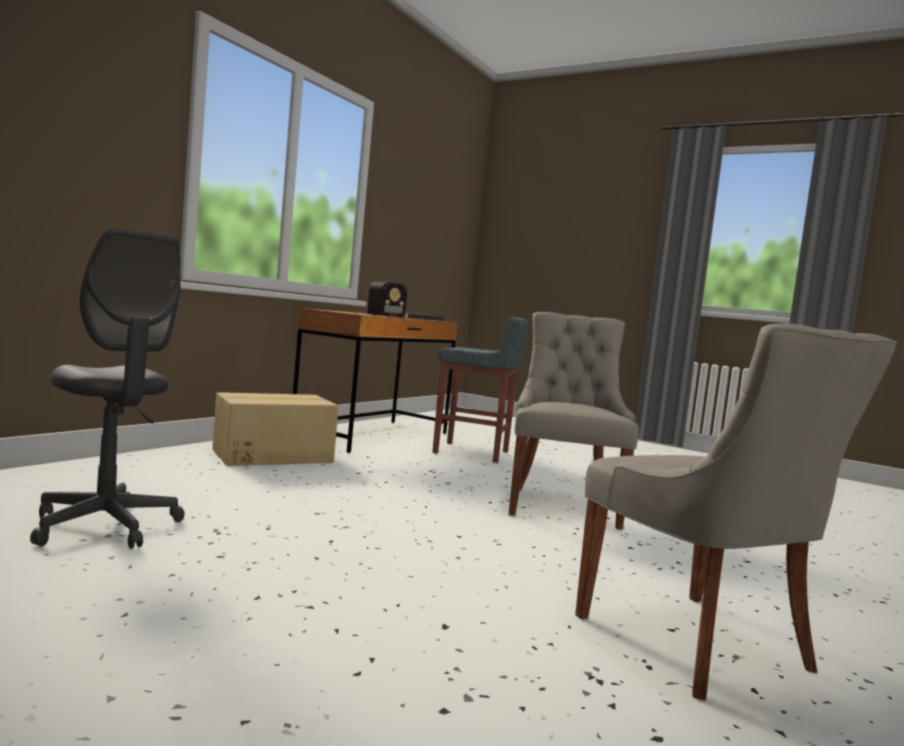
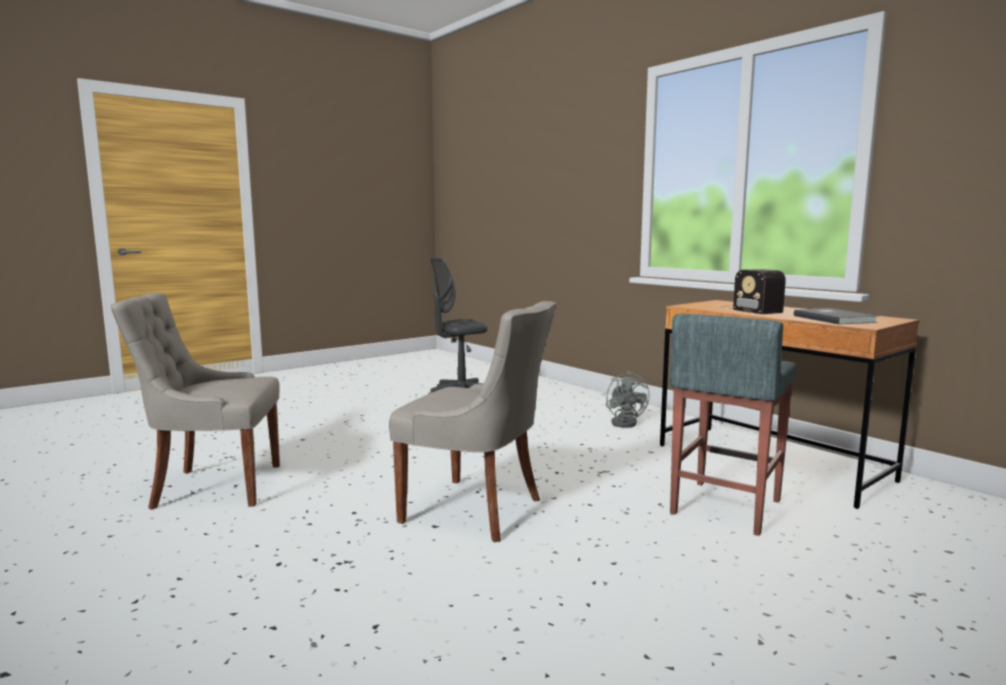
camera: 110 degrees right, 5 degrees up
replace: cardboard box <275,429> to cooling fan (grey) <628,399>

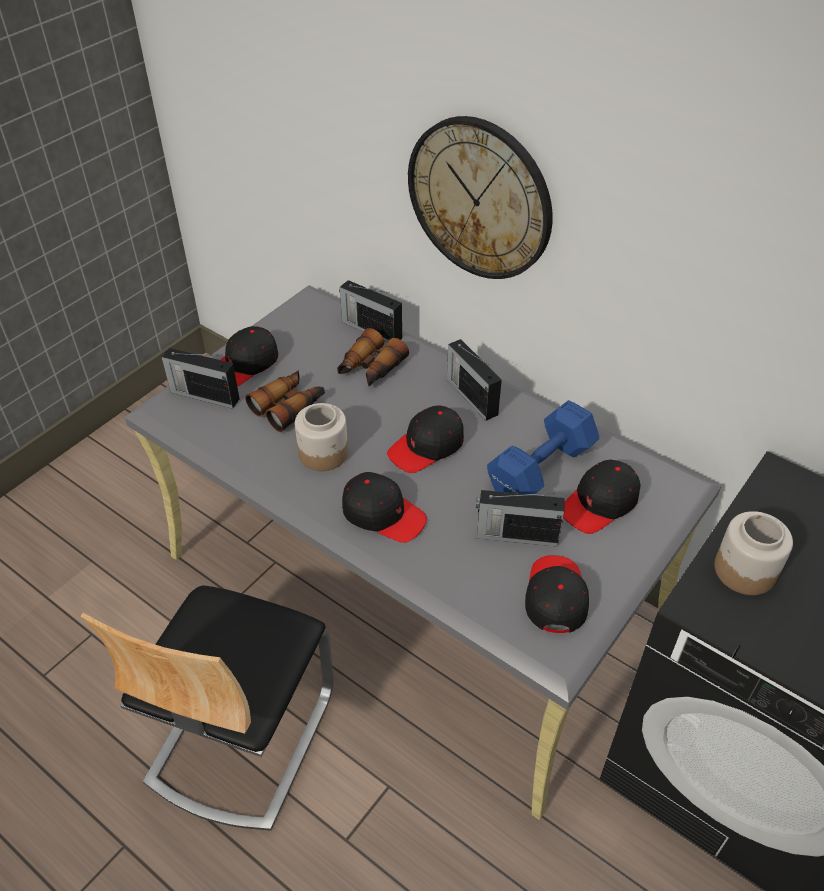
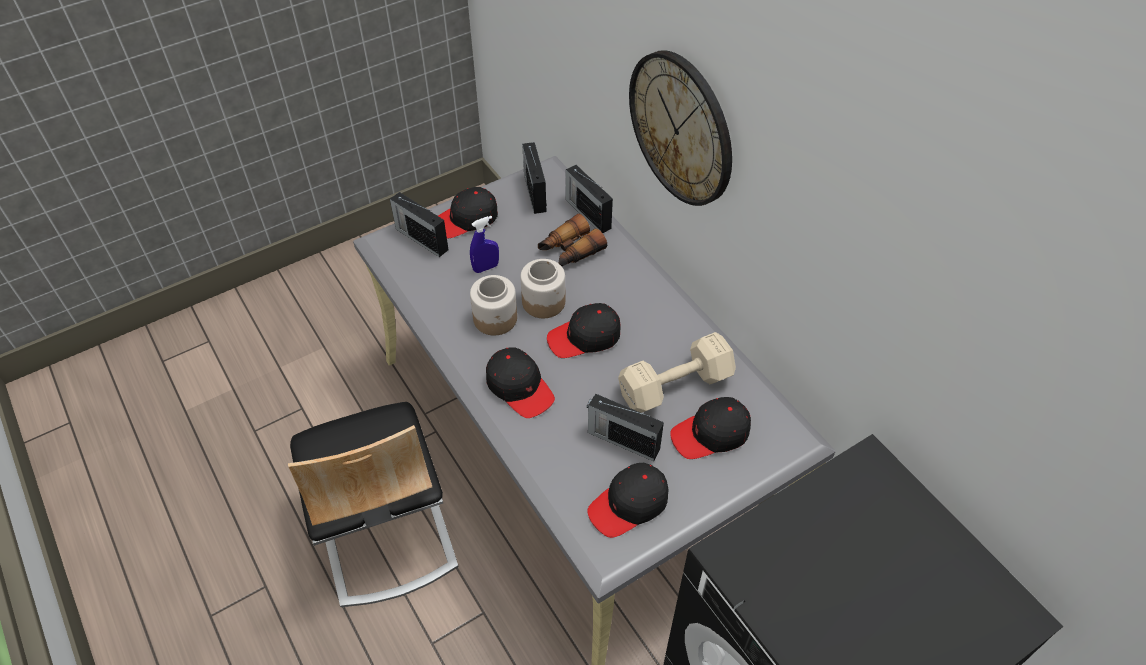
camera: 20 degrees right, 5 degrees up
move: radio receiver <474,380> to <534,178>; jar <753,553> to <542,288>
replace: binoculars <285,401> to hand sprayer (blue) <484,244>
recolor: hand weight (blue) <543,447> to hand weight (beige-coloured) <677,372>
rotate: cap (black-coloured) <557,594> = <627,500> 150 degrees counterclockwise; plain chair <207,708> = <373,504> 60 degrees counterclockwise

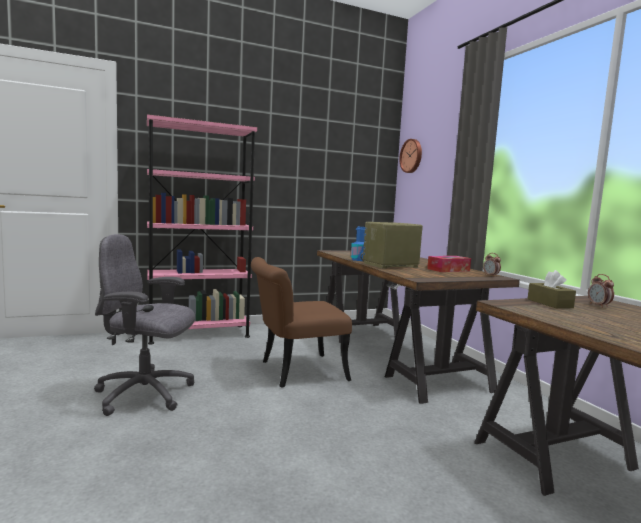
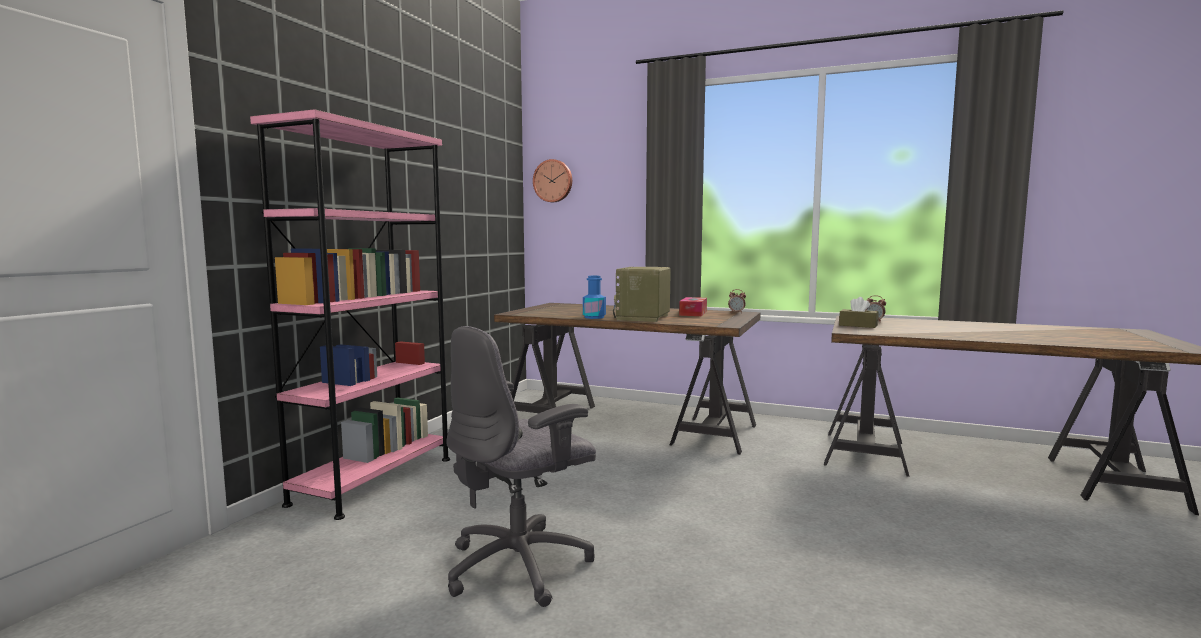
camera: 45 degrees left, 0 degrees up
delete: plain chair (brownish) <301,322>

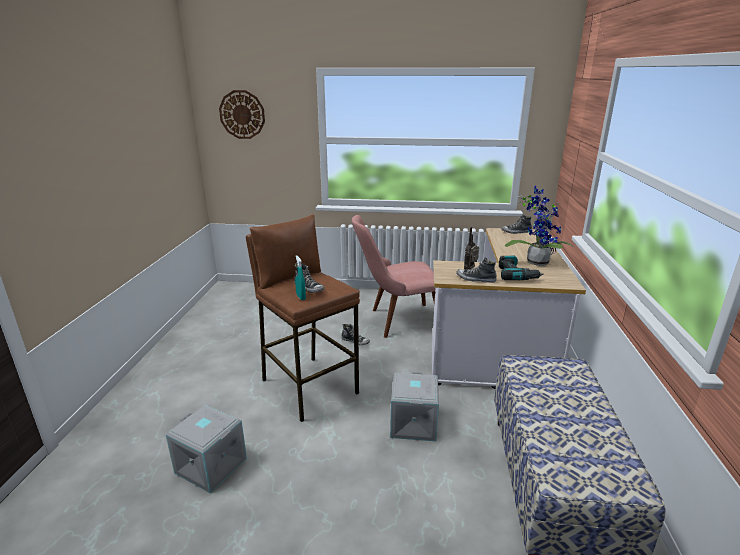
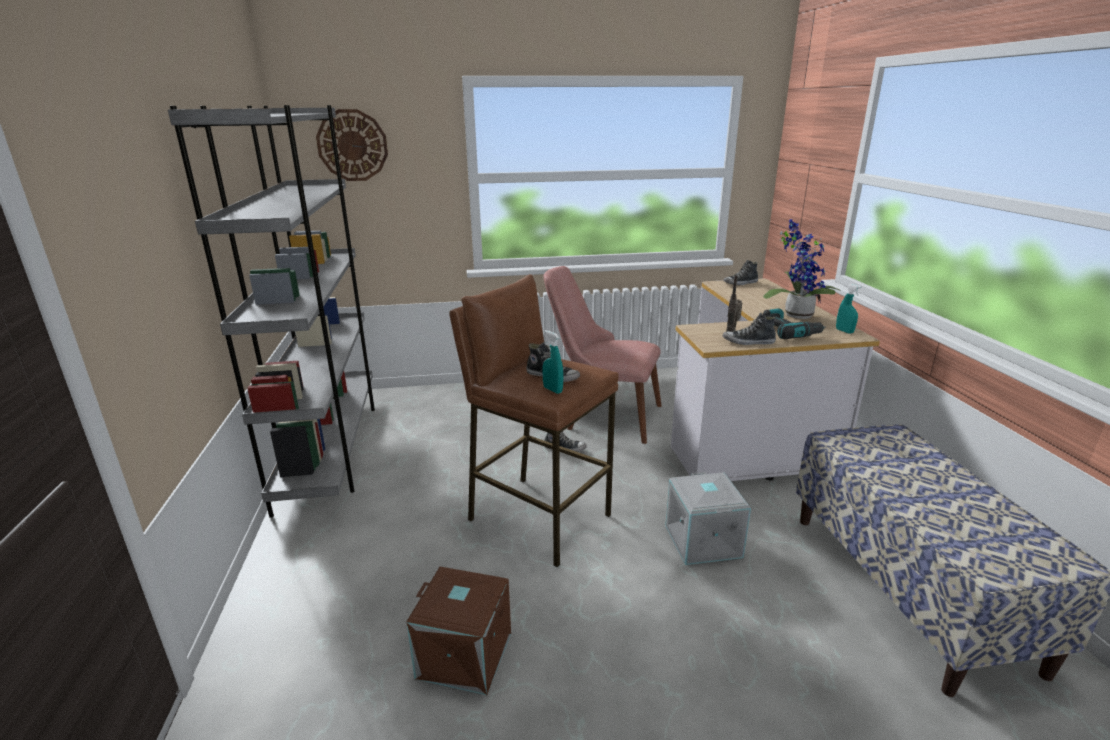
camera: 15 degrees left, 0 degrees up
insert: bookshelf (grey) <271,311>; hand sprayer (turquoise-coloured) <849,309>
recolor: storage container (grey) <206,449> to storage container (brownish) <458,631>
rotate: plain chair (pink-coloured) <393,276> = <602,355> 45 degrees clockwise

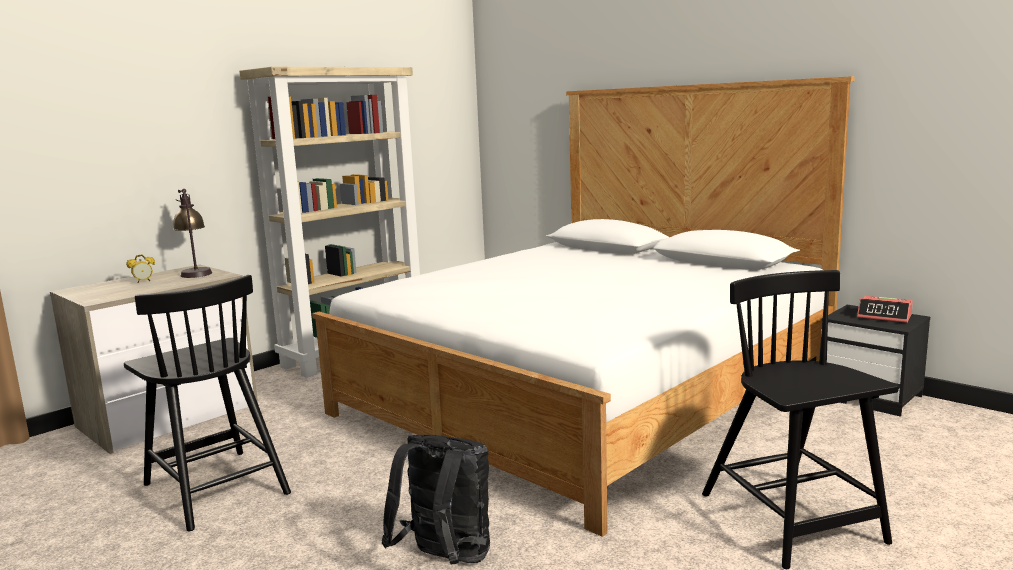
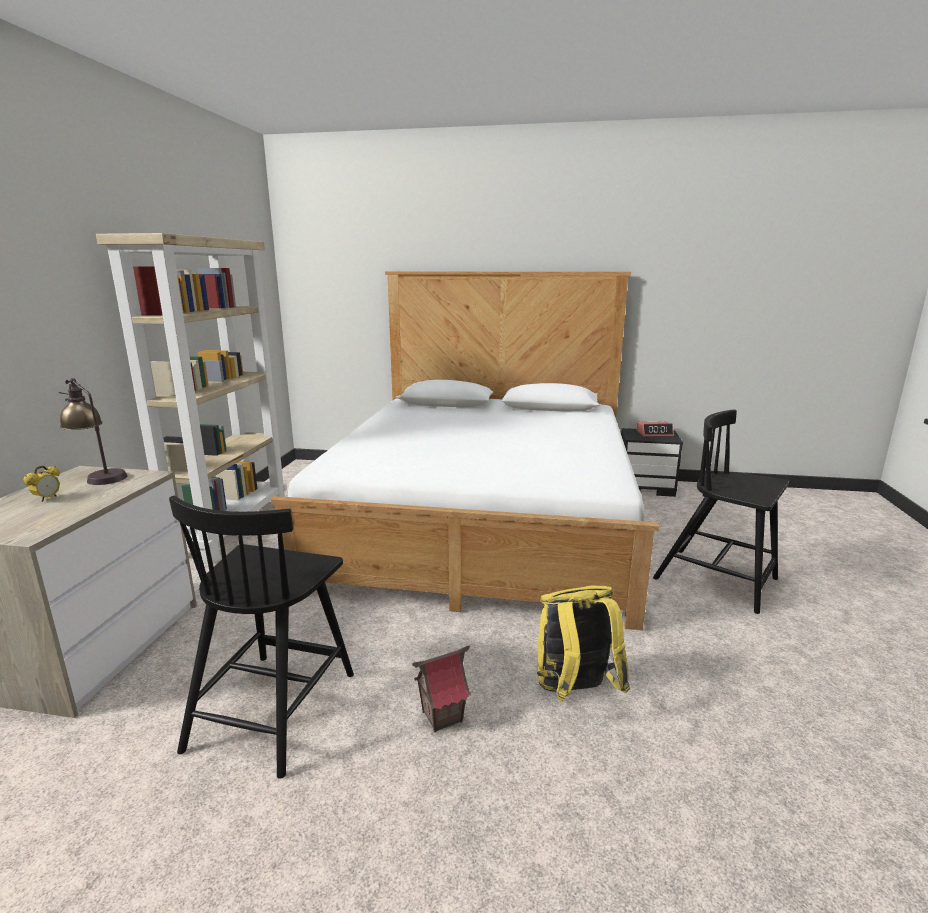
camera: 35 degrees left, 5 degrees up
insert: toy house <441,688>
recolor: rucksack (black-coloured) <435,499> to rucksack (yellow) <583,644>
rotate: plain chair (black-coloured) <207,403> = <261,637> 90 degrees clockwise

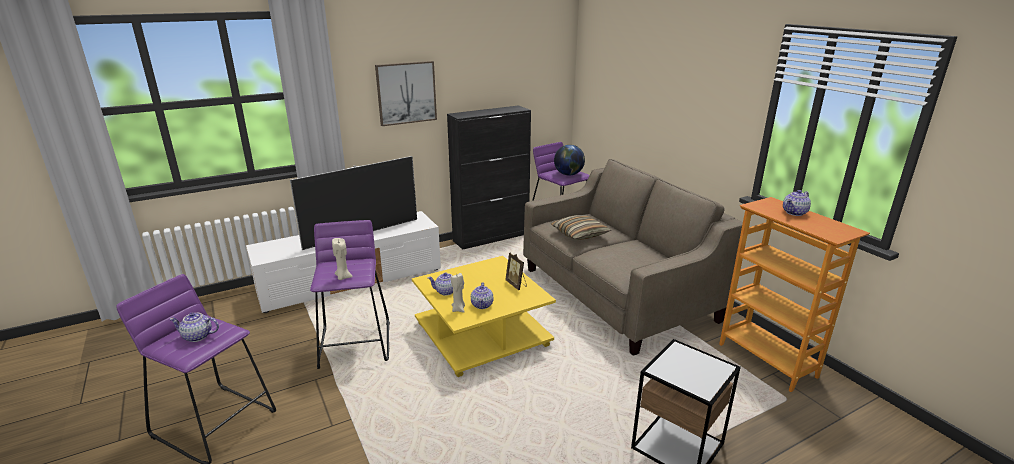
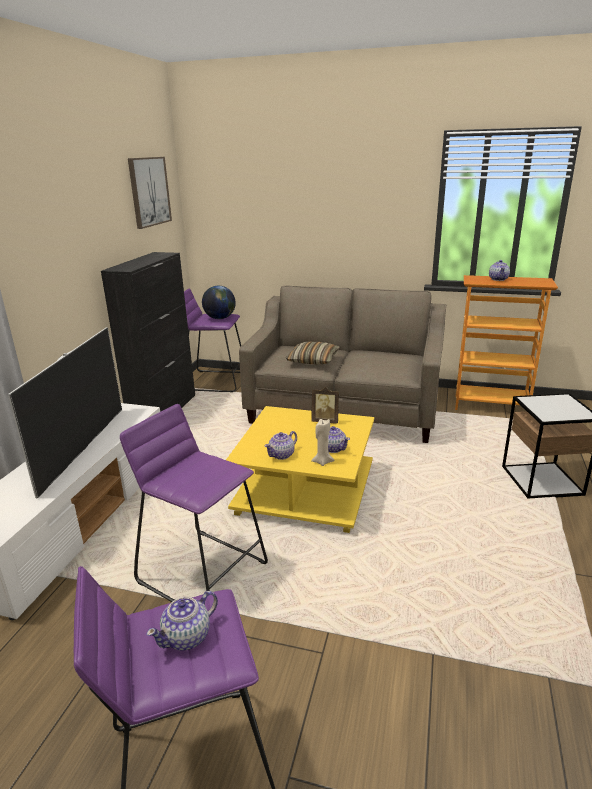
camera: 45 degrees left, 0 degrees up
delete: candle (beige-coloured) <342,259>
move: wall picture <406,93> to <150,193>

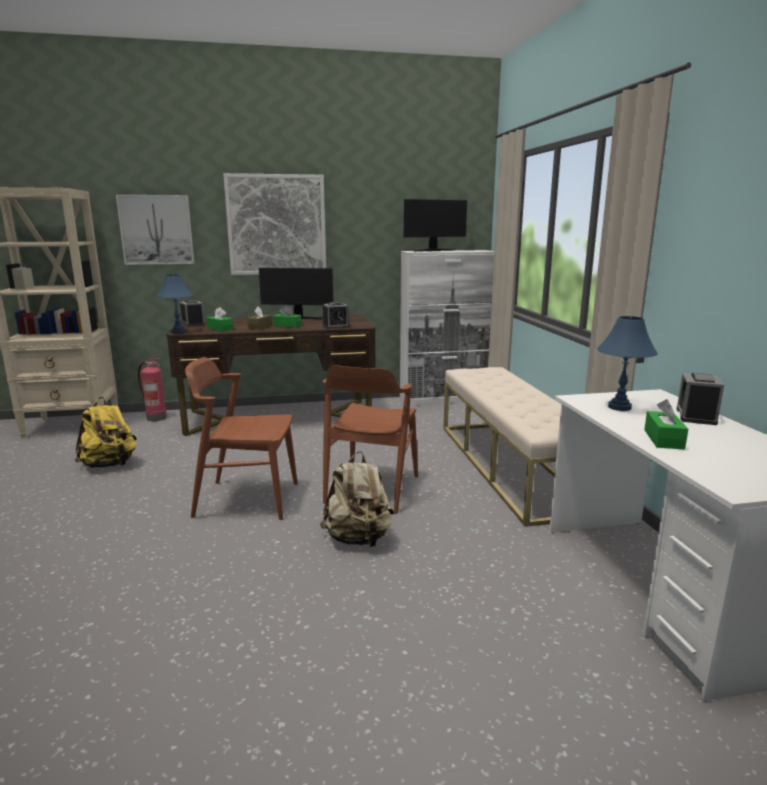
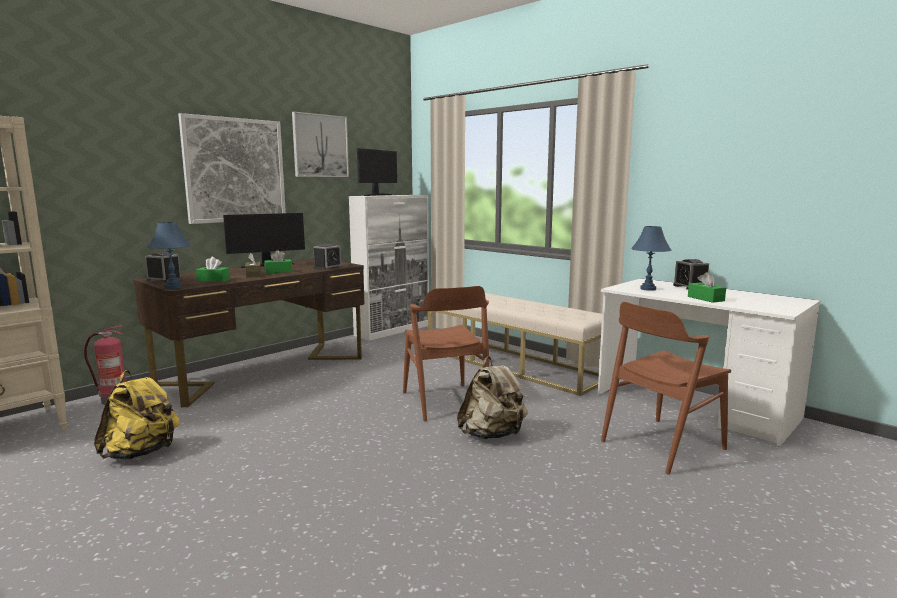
camera: 35 degrees left, 5 degrees down
move: wall picture <155,230> to <320,144>; plain chair (brownish) <241,438> to <666,388>

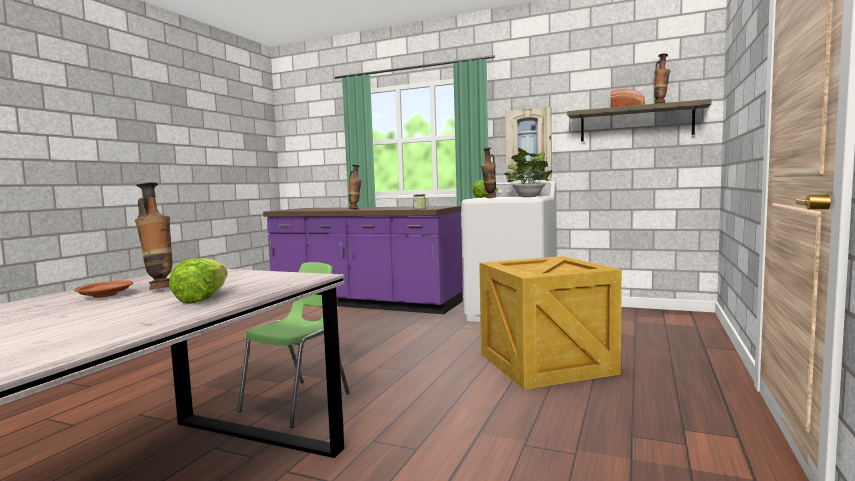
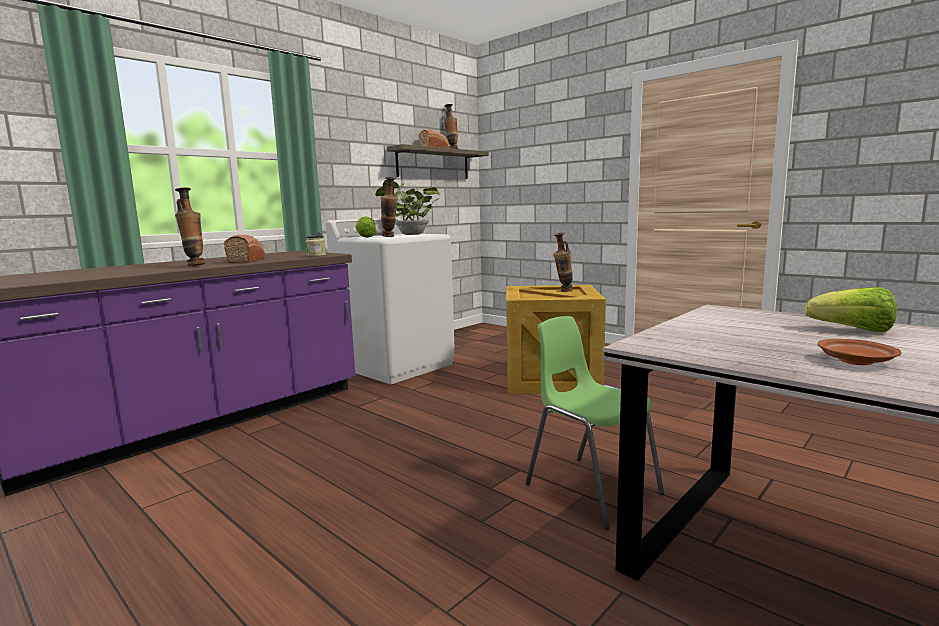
camera: 70 degrees left, 5 degrees up
delete: wall picture <528,143>
insert: baked bread <244,249>
move: vase <153,236> to <563,262>

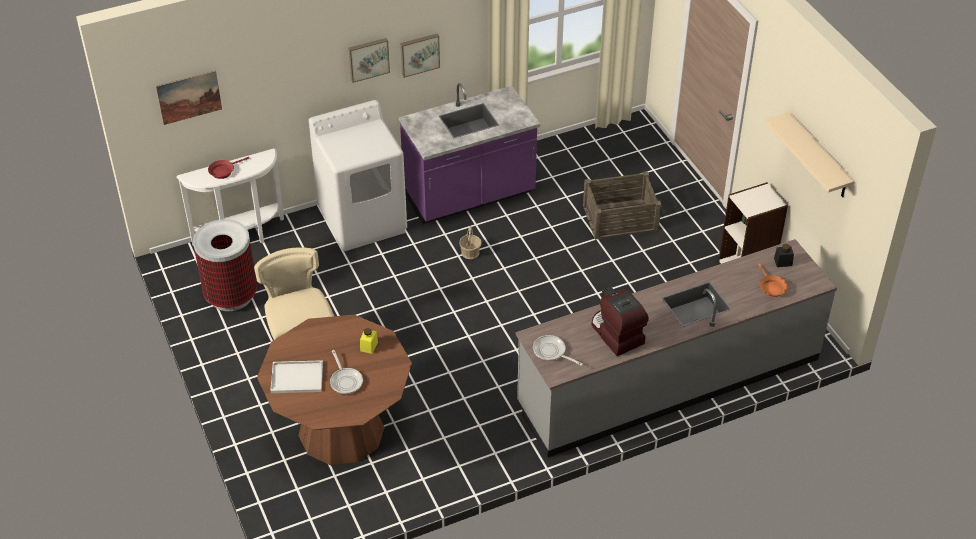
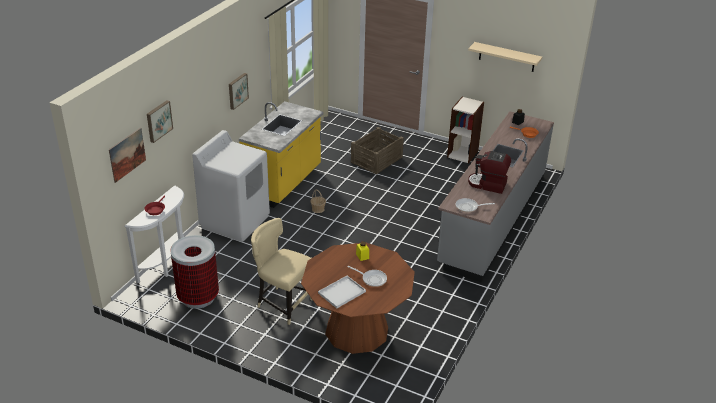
camera: 40 degrees left, 10 degrees down
move: wall picture <369,60> to <160,121>
recolor: kitchen counter (purplish) <469,153> to kitchen counter (yellow) <281,154>

